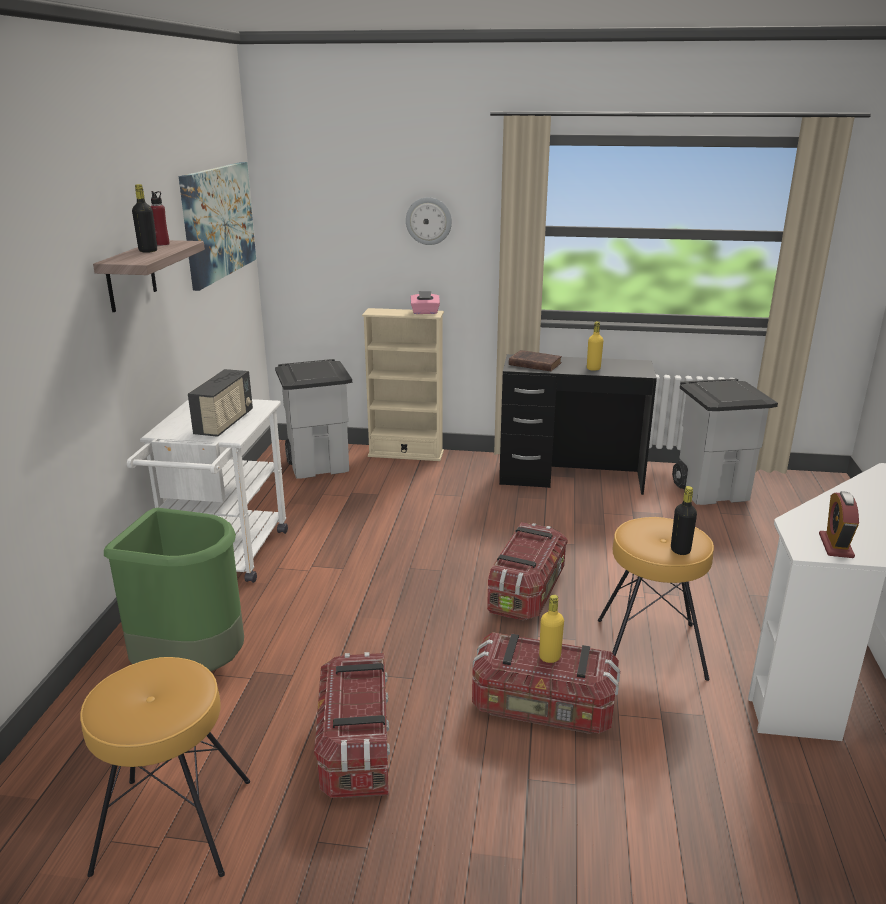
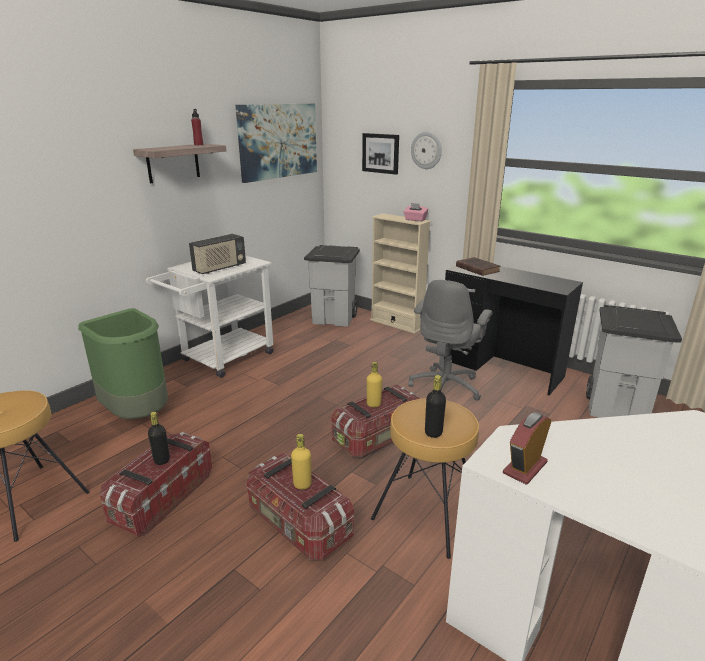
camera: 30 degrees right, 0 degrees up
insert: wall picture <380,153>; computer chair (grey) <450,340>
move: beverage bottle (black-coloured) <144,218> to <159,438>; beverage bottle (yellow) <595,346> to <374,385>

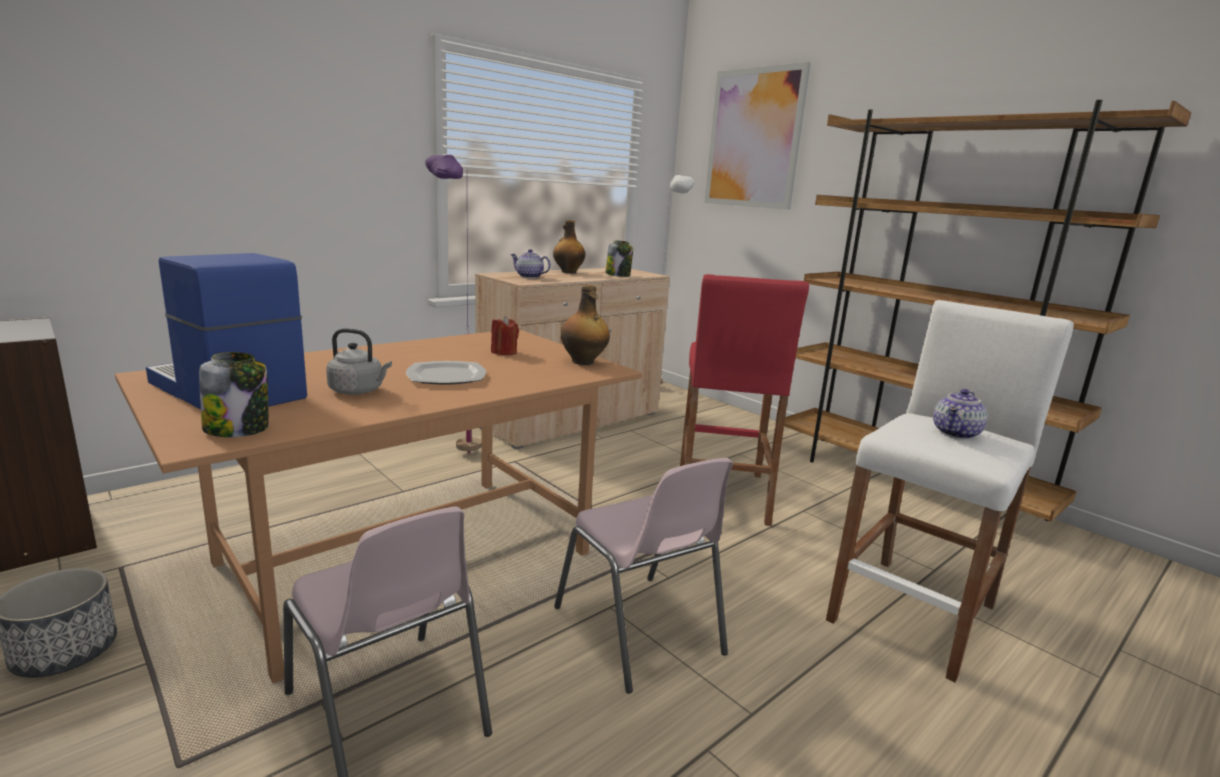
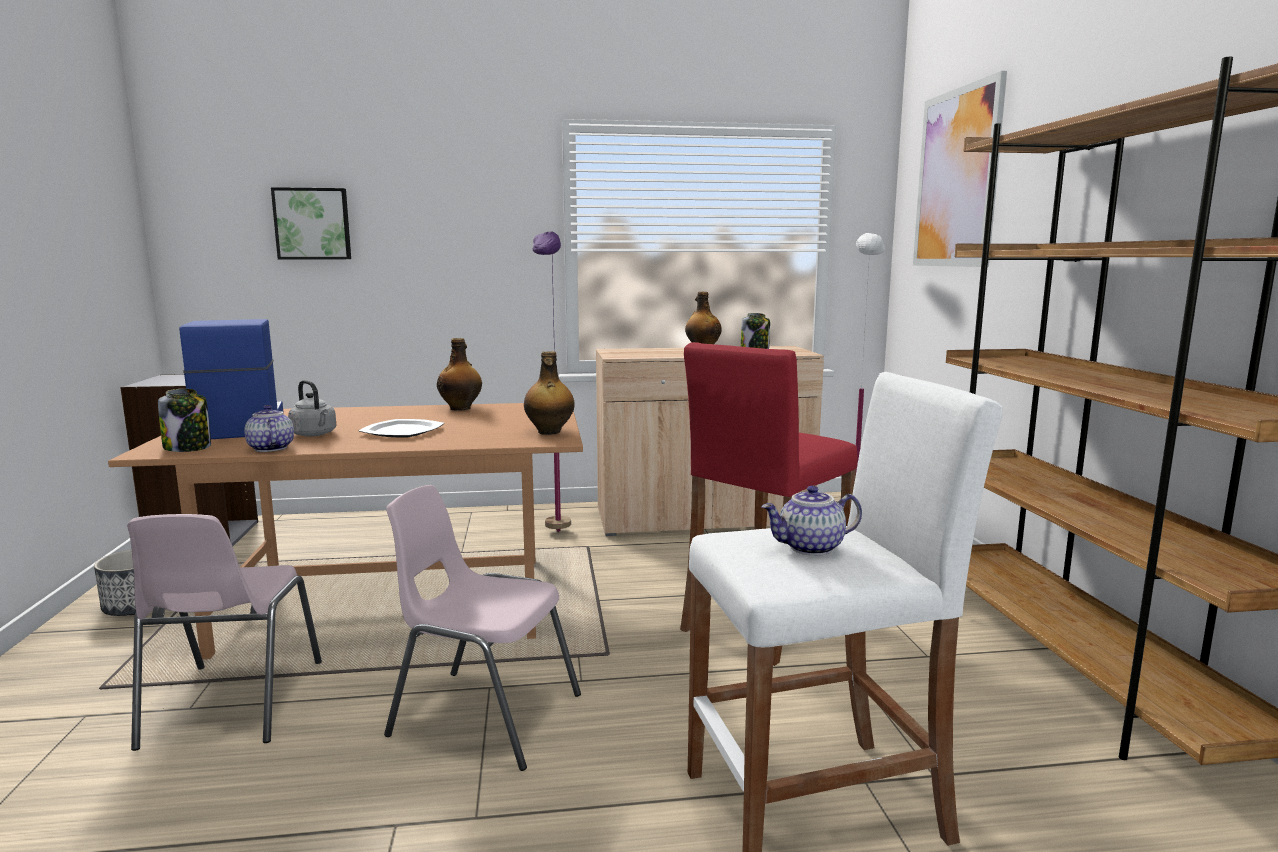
camera: 35 degrees right, 5 degrees down
delete: candle (red-coloured) <505,335>
insert: wall picture <311,223>; beverage bottle <459,374>
move: tea pot <530,263> to <269,428>
rotate: plain chair (pink-coloured) <643,576> = <482,628> 105 degrees clockwise

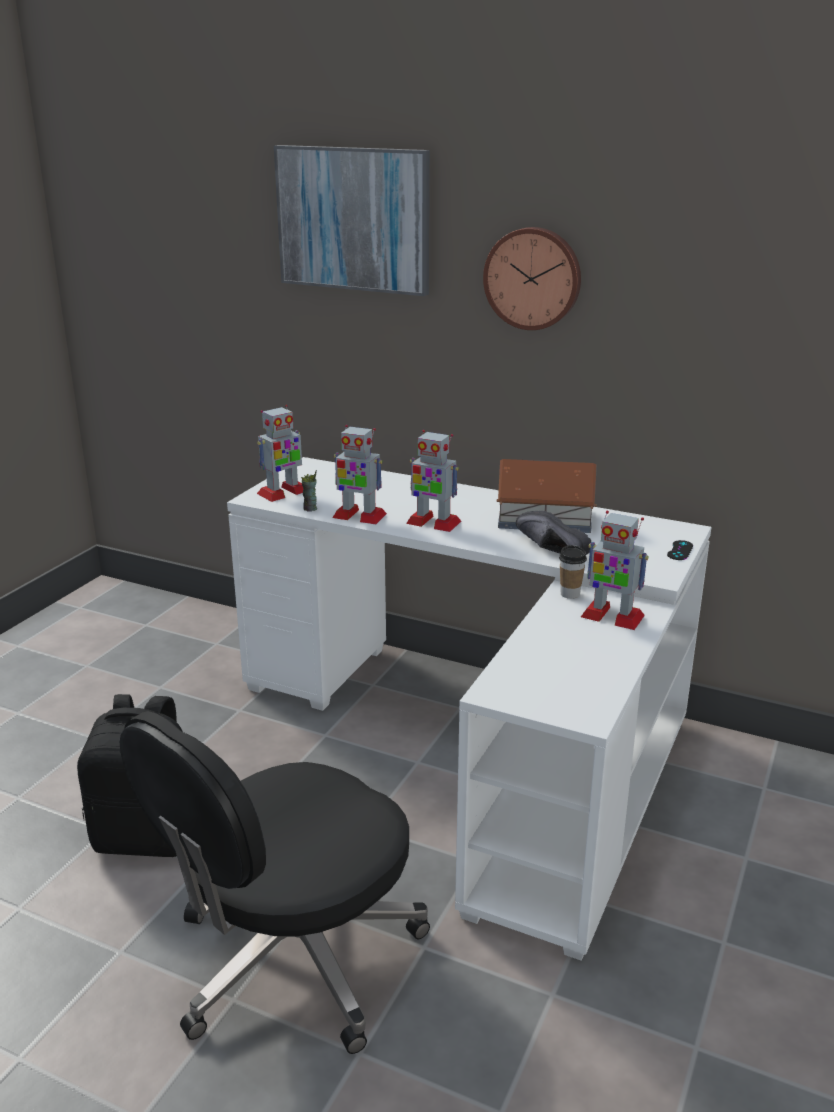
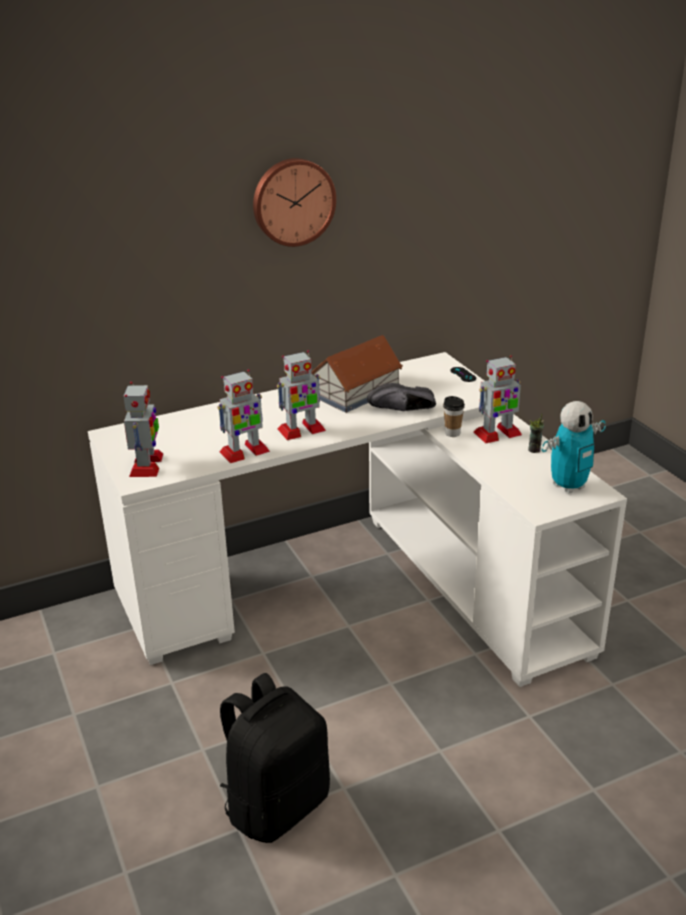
camera: 50 degrees left, 5 degrees up
delete: wall picture <352,220>; computer chair (black-coloured) <274,882>
insert: robot figure <574,447>
move: cup <309,491> to <536,433>

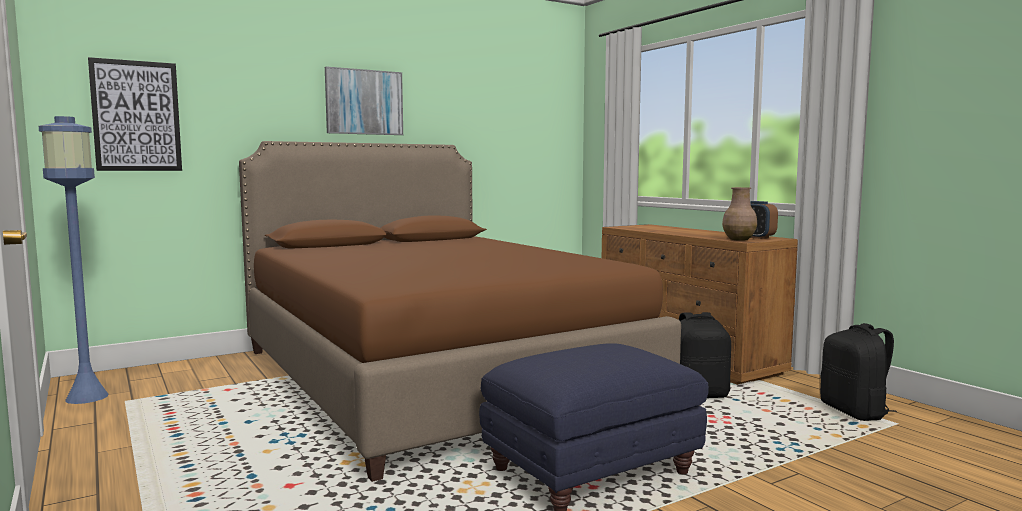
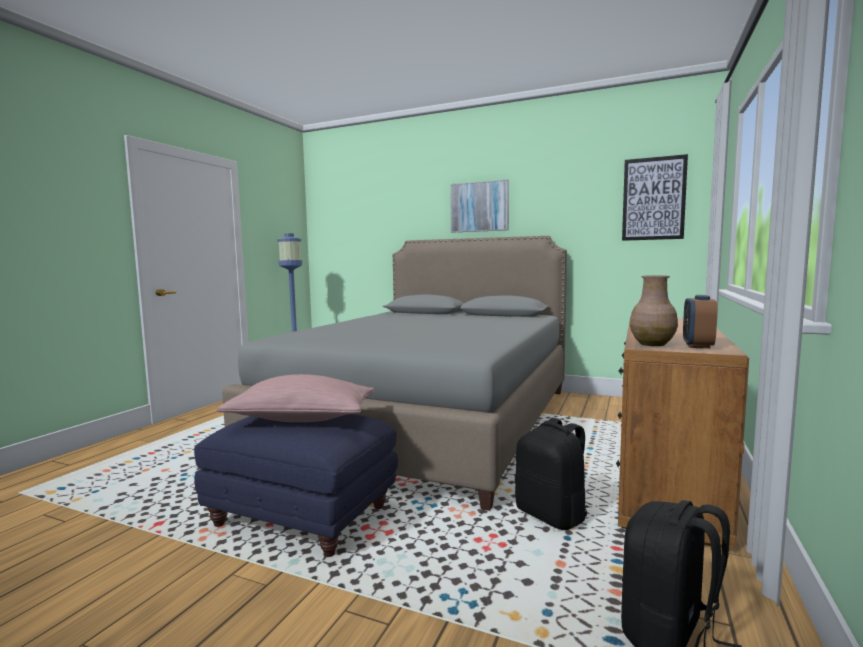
camera: 55 degrees right, 0 degrees up
insert: throw pillow (pink-coloured) <295,398>
move: wall picture <135,114> to <655,197>
recolor: bedroom bed (brownish) <460,311> to bedroom bed (grey) <394,373>

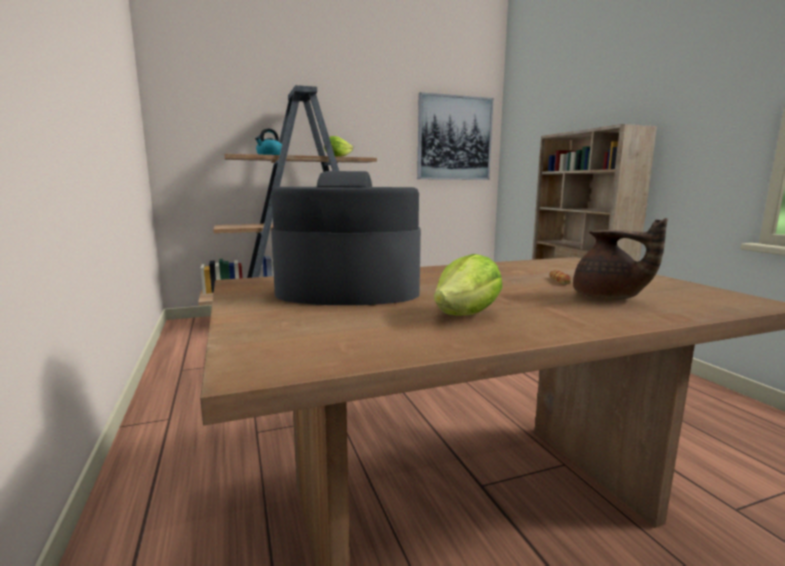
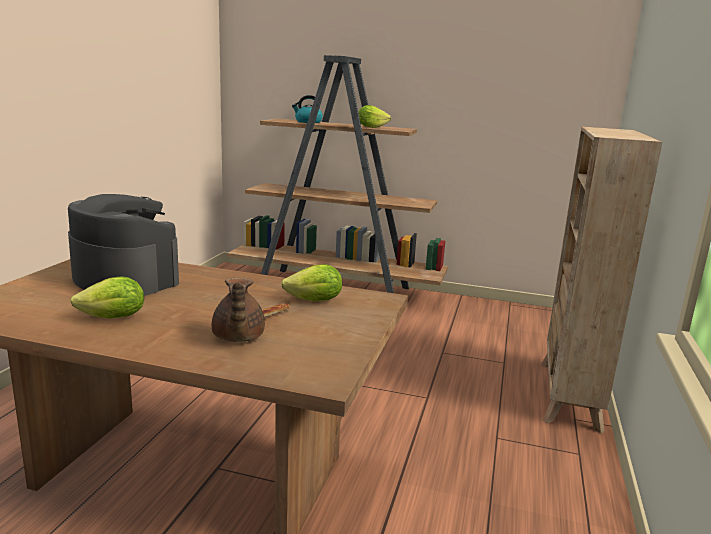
camera: 35 degrees right, 5 degrees up
delete: wall picture <455,136>
insert: lettuce <311,282>

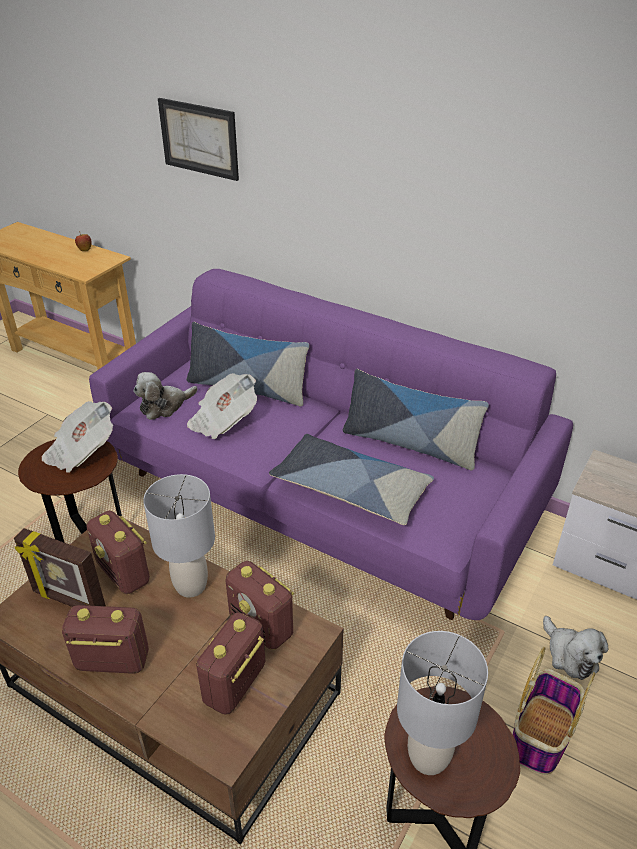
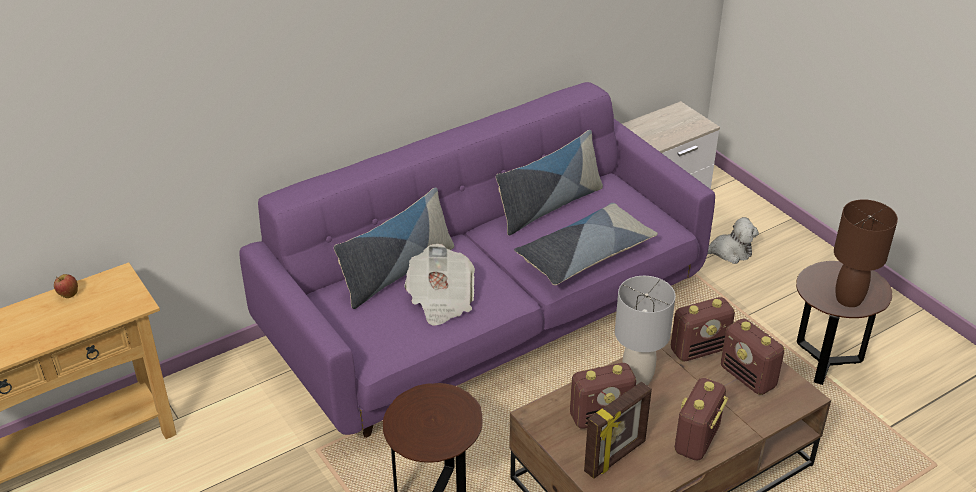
camera: 65 degrees left, 0 degrees up
delete: wall picture <198,139>; cuddly toy <165,396>; daily paper <77,436>; storage basket <553,711>
recolor: table lamp (grey) <442,703> to table lamp (brownish) <866,253>

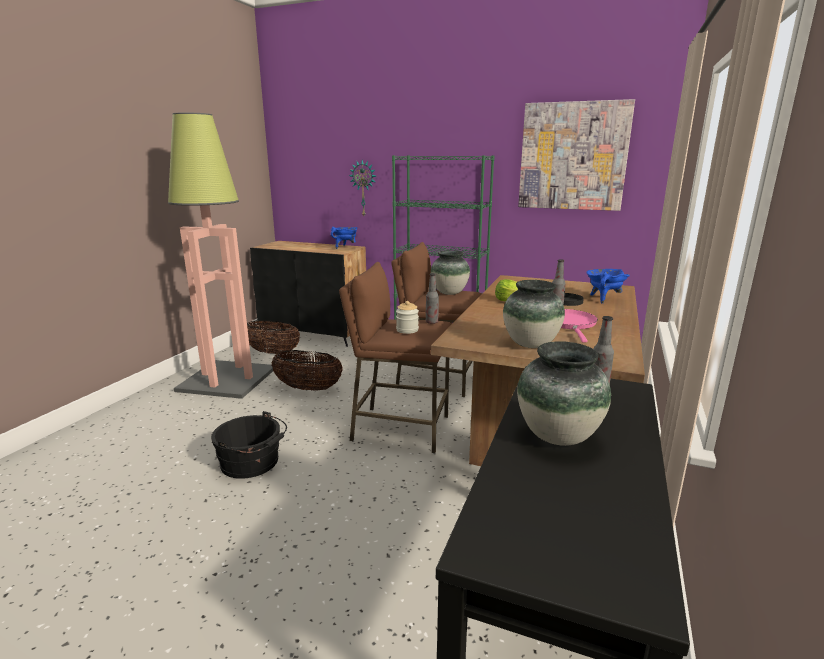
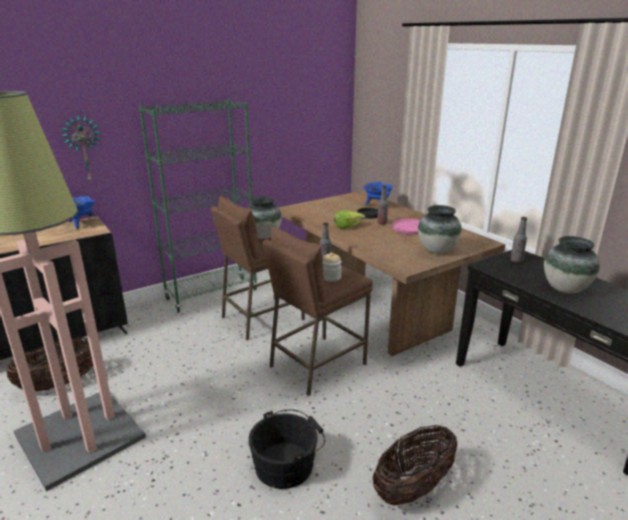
camera: 55 degrees left, 5 degrees up
delete: wall picture <576,155>
move: storage basket <307,370> to <414,465>

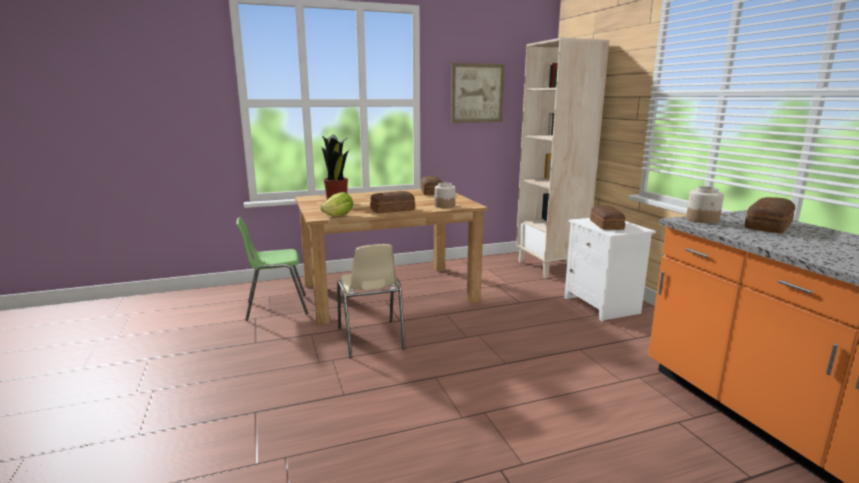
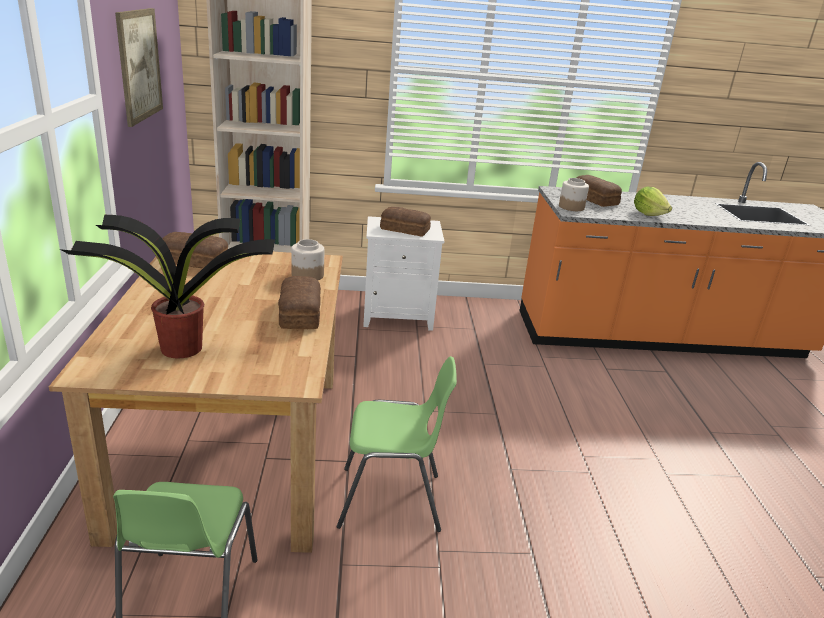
camera: 75 degrees left, 10 degrees up
move: lettuce <336,204> to <653,201>
recolor: plain chair (beige-coloured) <371,301> to plain chair (green-coloured) <397,444>

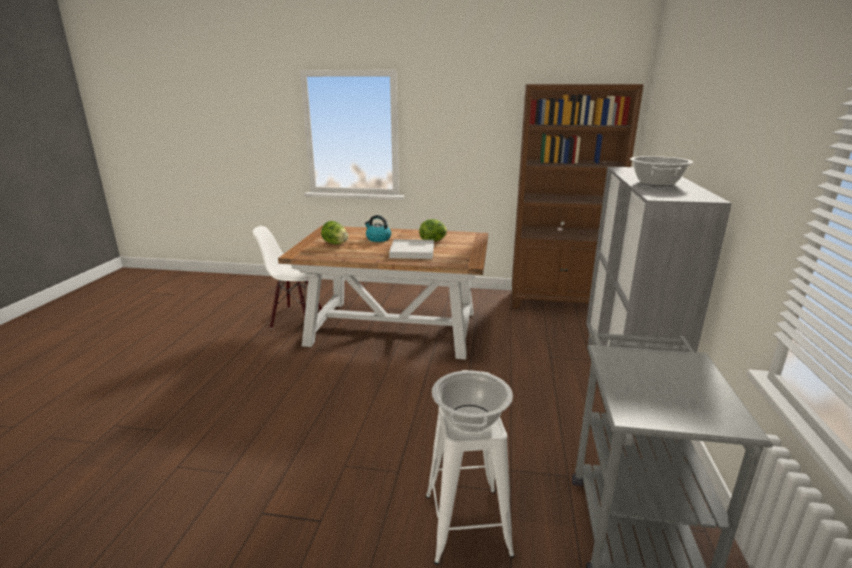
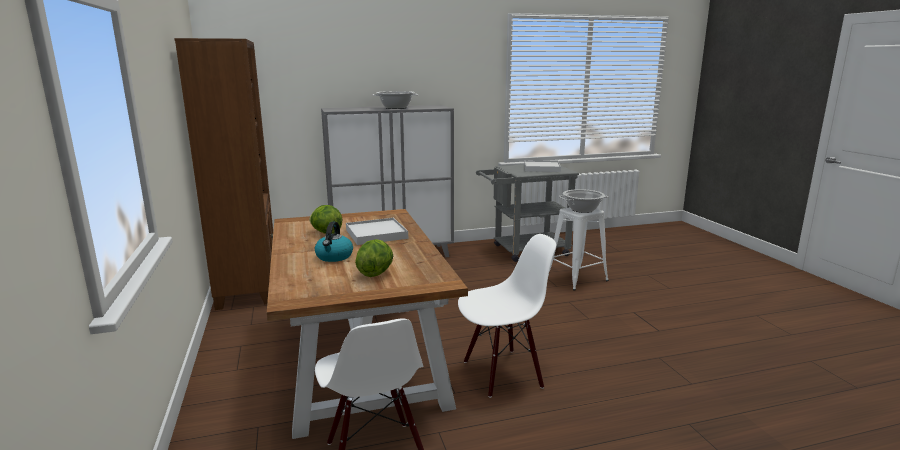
camera: 115 degrees left, 5 degrees down
insert: serving tray (whitish) <543,166>; plain chair (whitish) <507,316>

